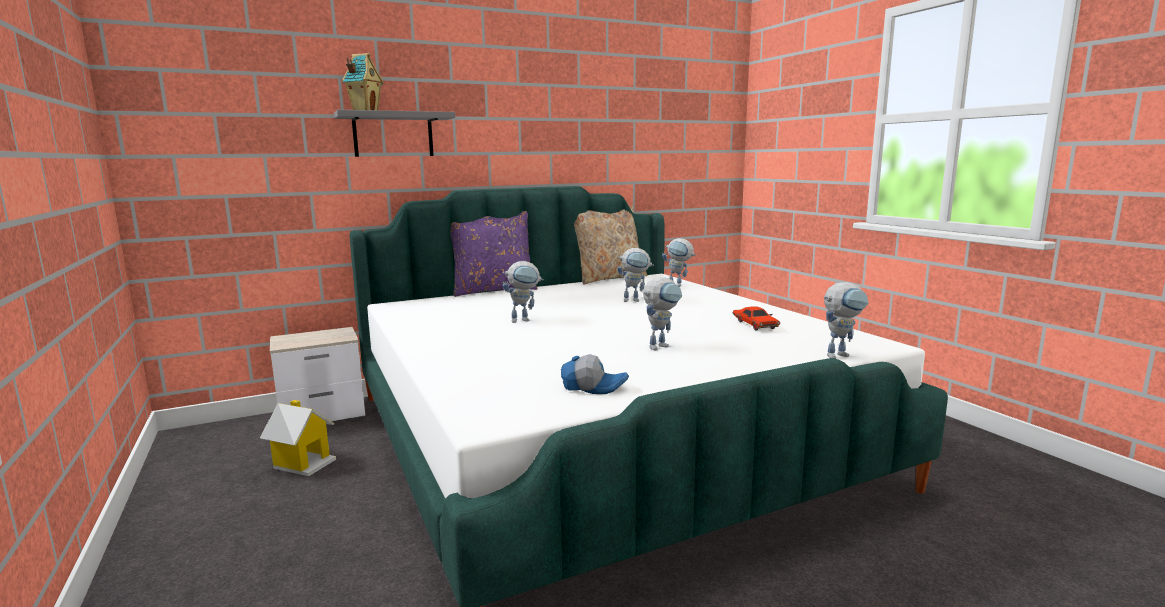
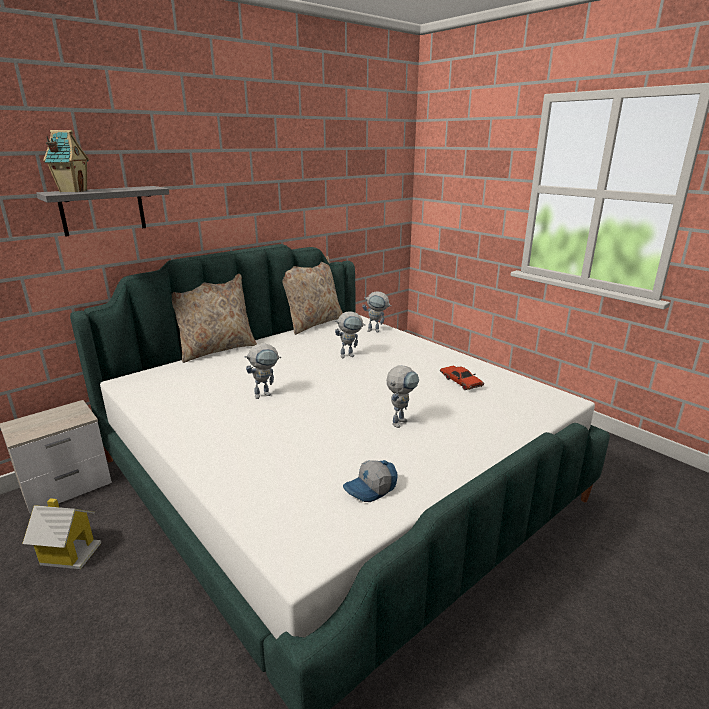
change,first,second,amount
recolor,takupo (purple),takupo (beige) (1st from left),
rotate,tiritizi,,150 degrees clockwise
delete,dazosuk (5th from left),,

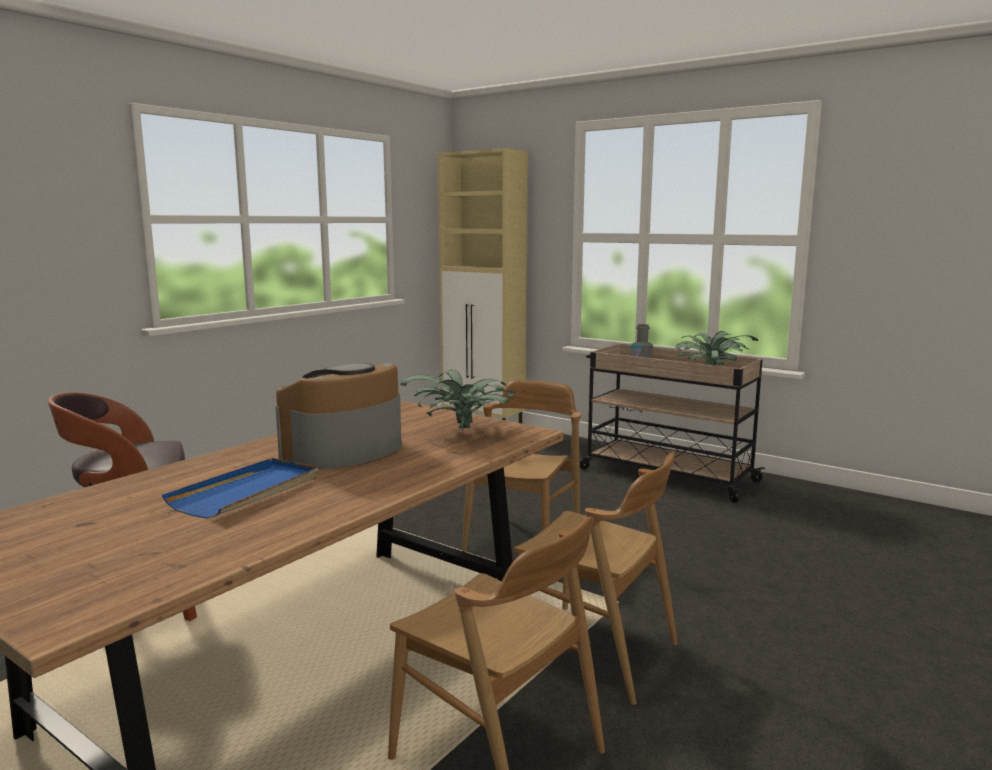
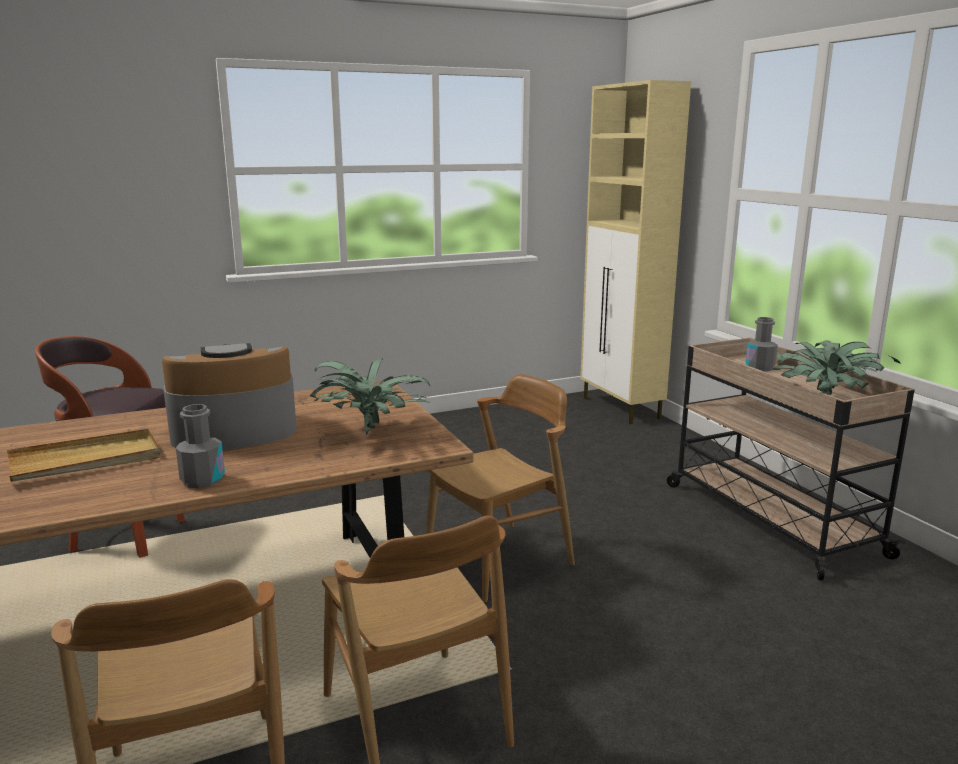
change,first,second,amount
recolor,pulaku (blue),pulaku (beige),
insert,,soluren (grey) (1st from left),

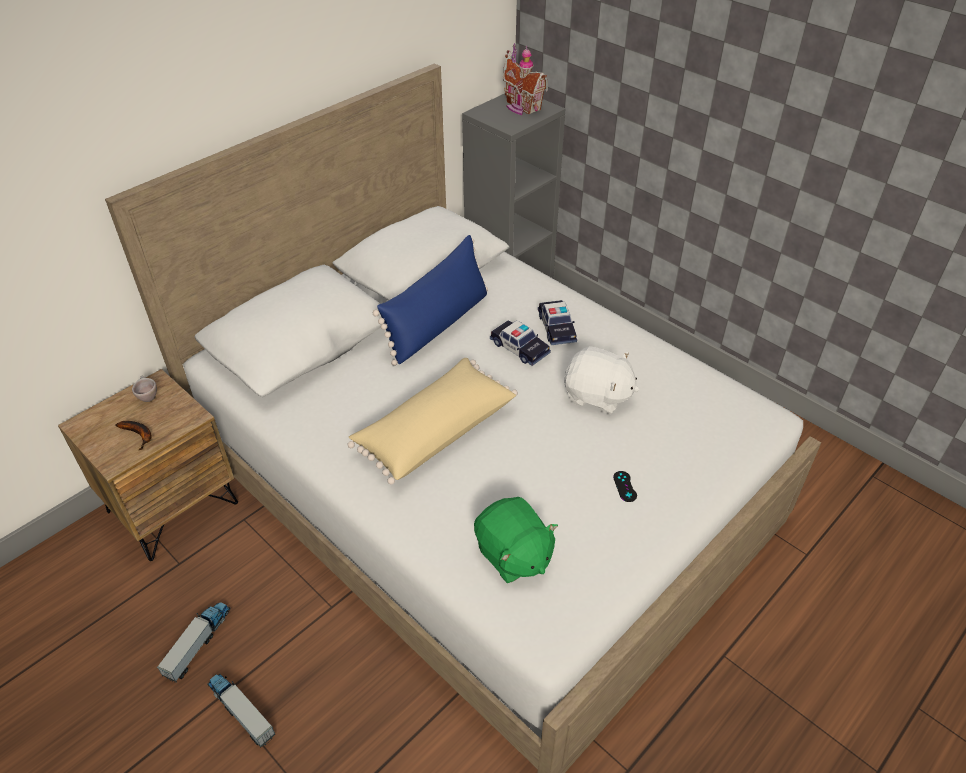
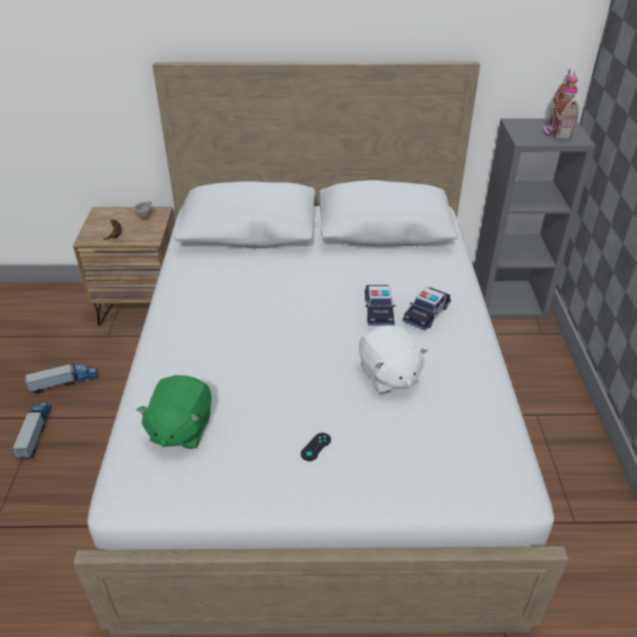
change,first,second,amount
delete,takupo (beige),,
delete,takupo (blue),,

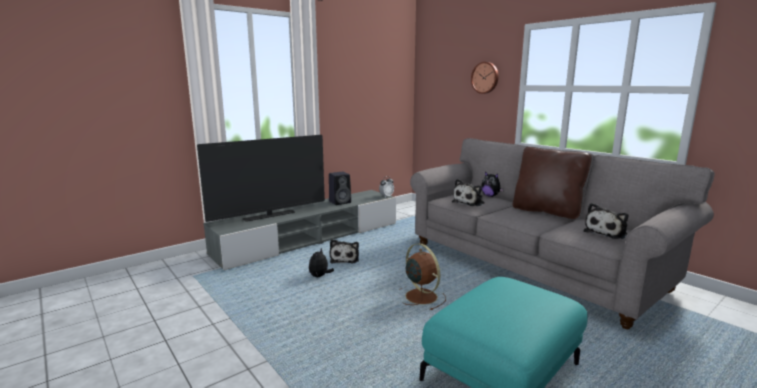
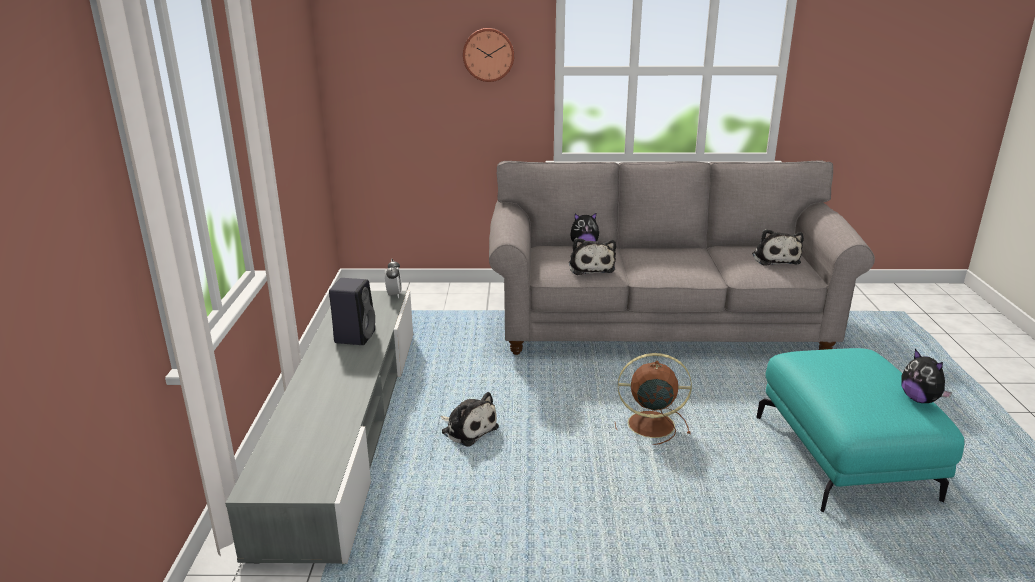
change,first,second,amount
move,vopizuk (1st from left in the first image),vopizuk (5th from left),
delete,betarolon,,
delete,takupo (brown),,

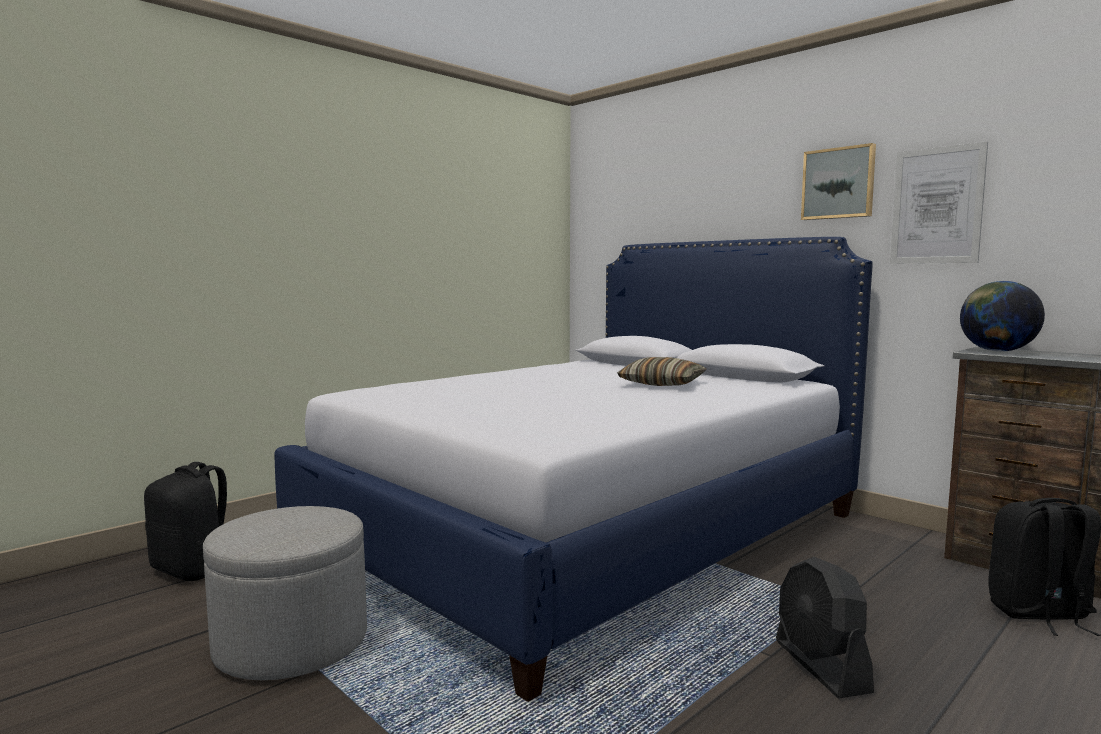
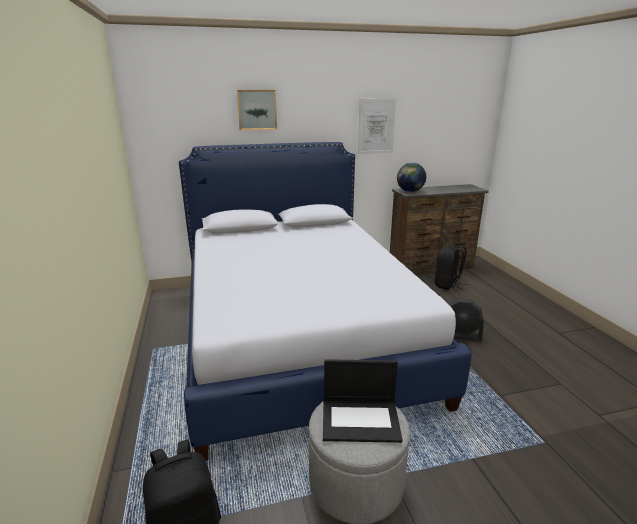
change,first,second,amount
move,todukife (1st from left),,
insert,,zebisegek,
delete,takupo,,

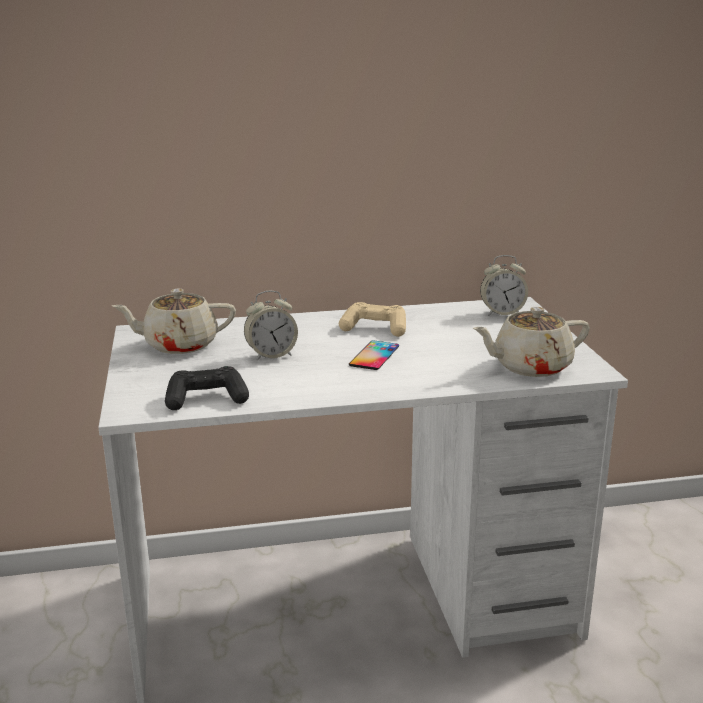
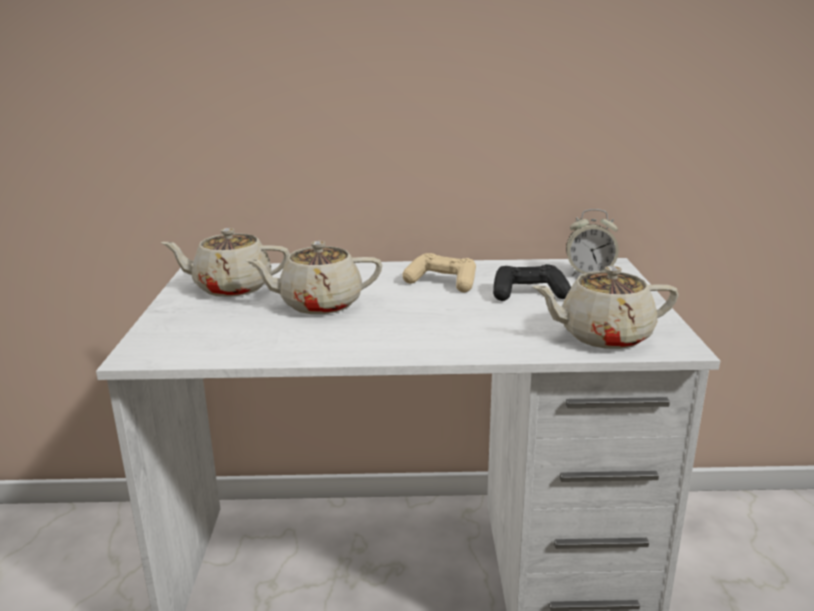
change,first,second,amount
replace,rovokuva (1st from left),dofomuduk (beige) (2nd from left),
move,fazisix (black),,
delete,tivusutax,,

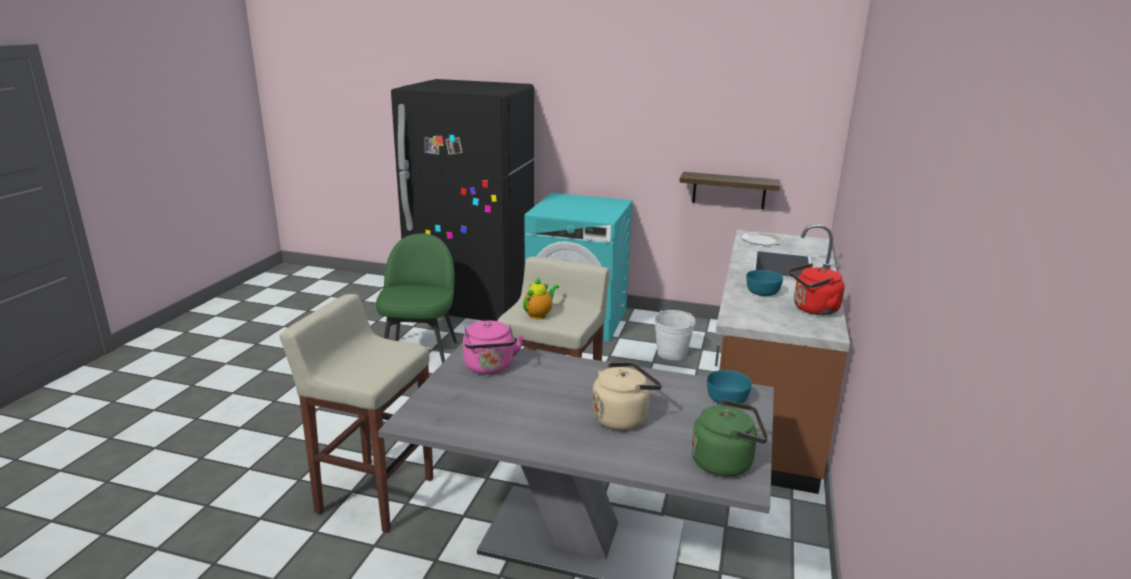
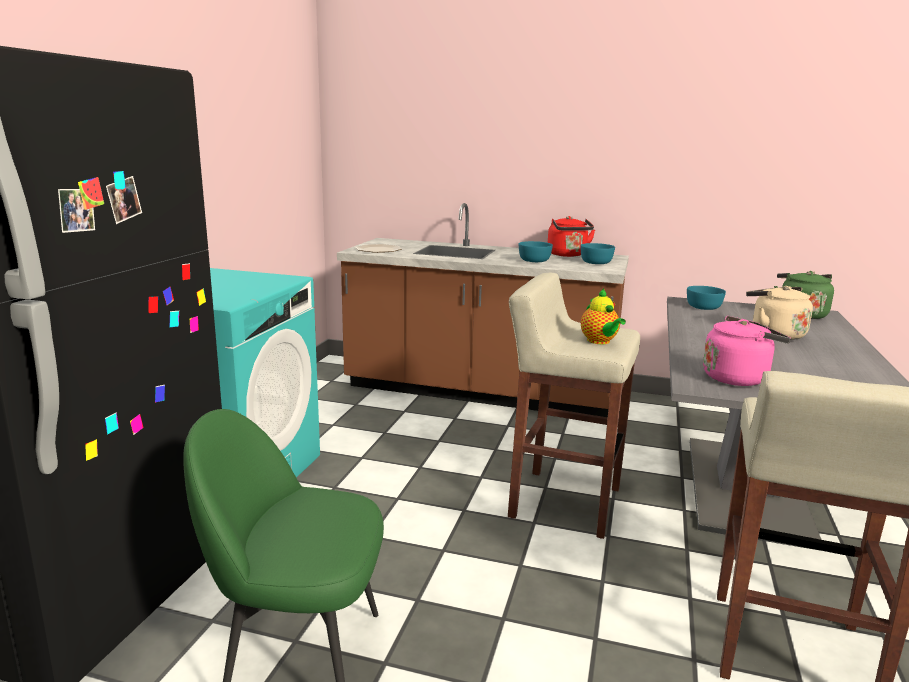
change,first,second,amount
insert,,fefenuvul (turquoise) (2nd from left),
rotate,dofomuduk,,150 degrees counterclockwise
delete,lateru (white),,
delete,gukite,,

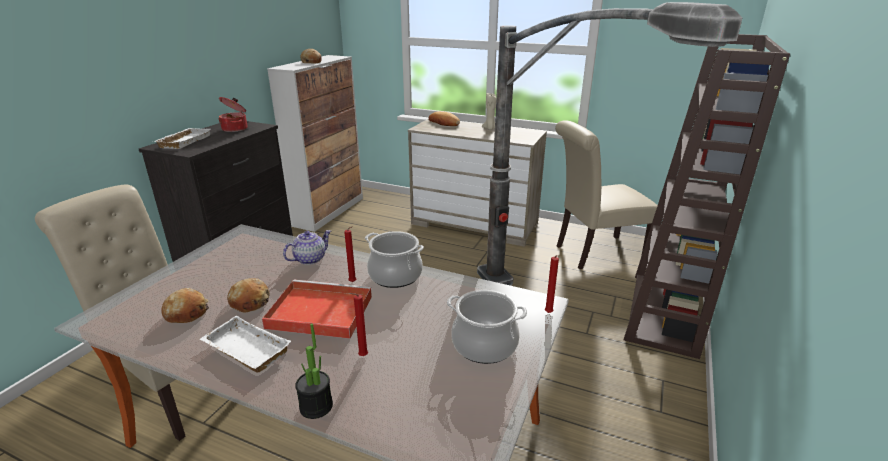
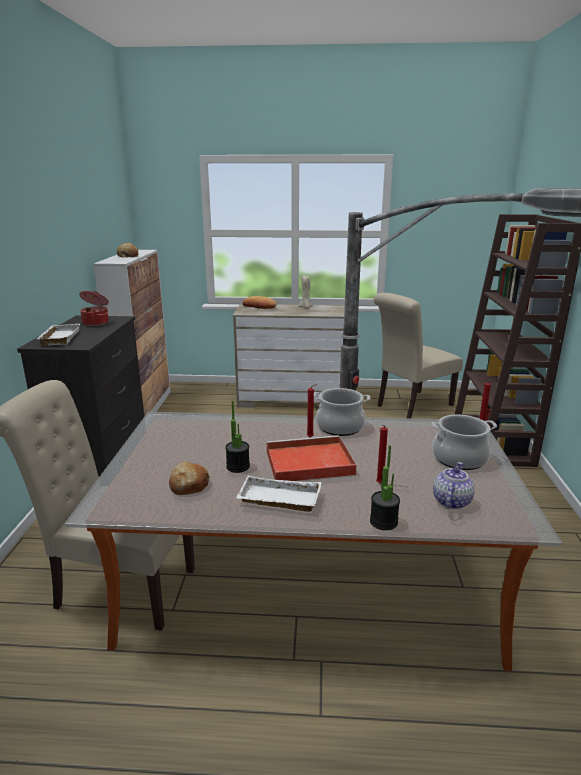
change,first,second,amount
replace,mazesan (2nd from left),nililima (1st from left),
move,dofomuduk,,

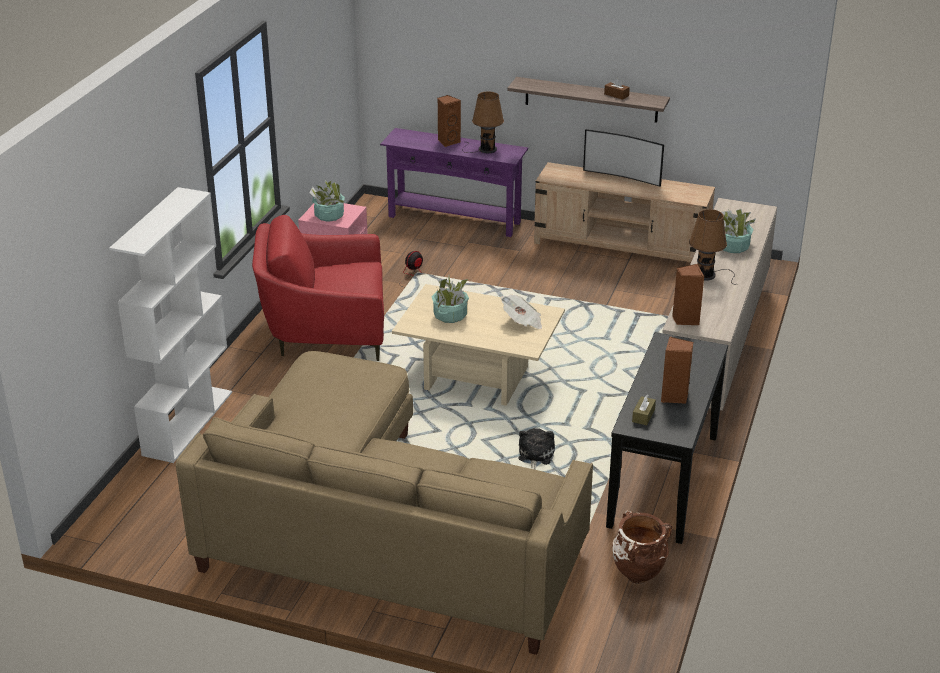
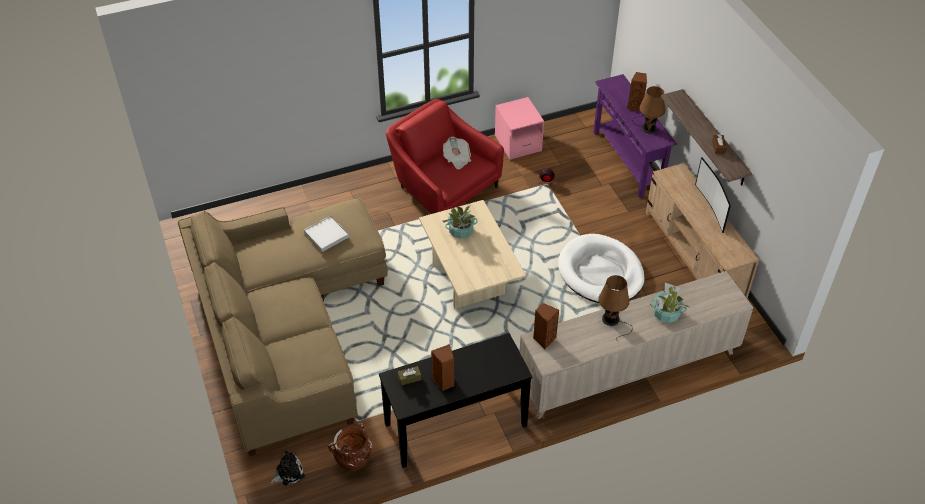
change,first,second,amount
move,vopizuk,,
insert,,pulaku (white),
move,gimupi,,
insert,,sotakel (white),
delete,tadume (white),,
delete,nililima (1st from left),,

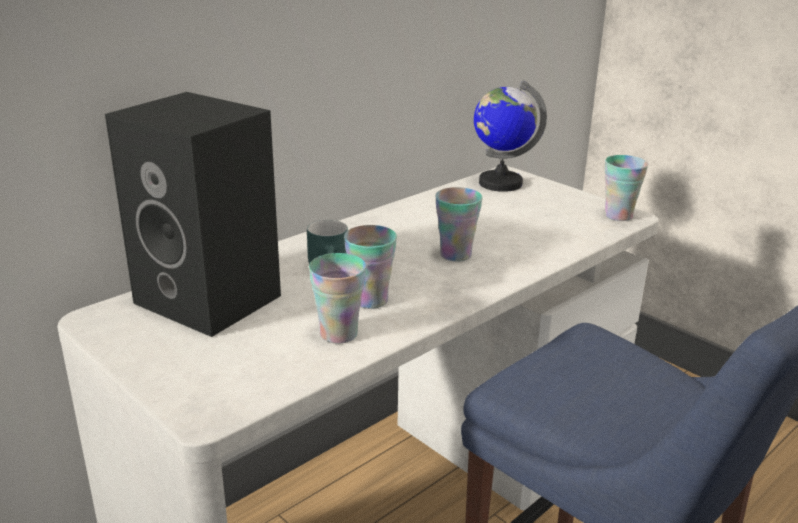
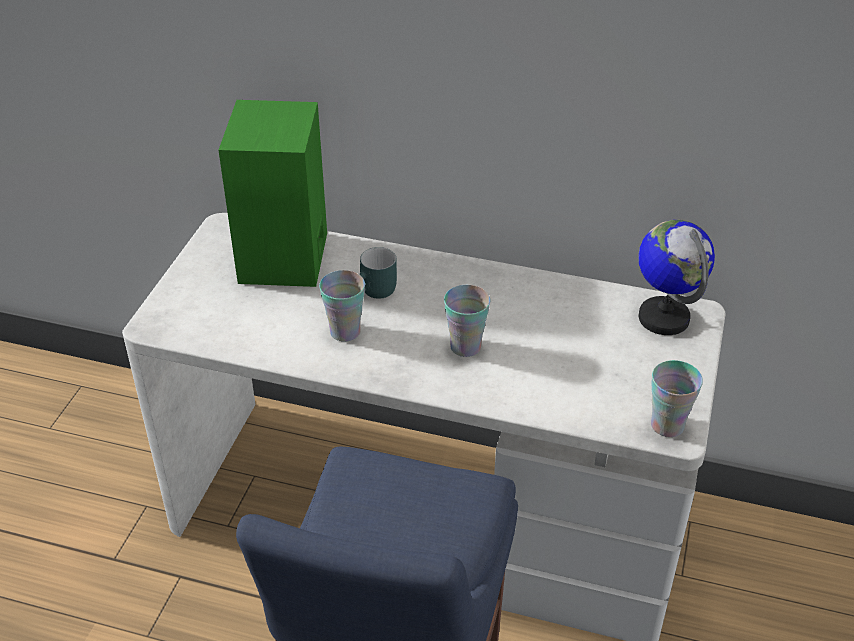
change,first,second,amount
recolor,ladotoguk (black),ladotoguk (green),
delete,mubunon (1st from left),,

